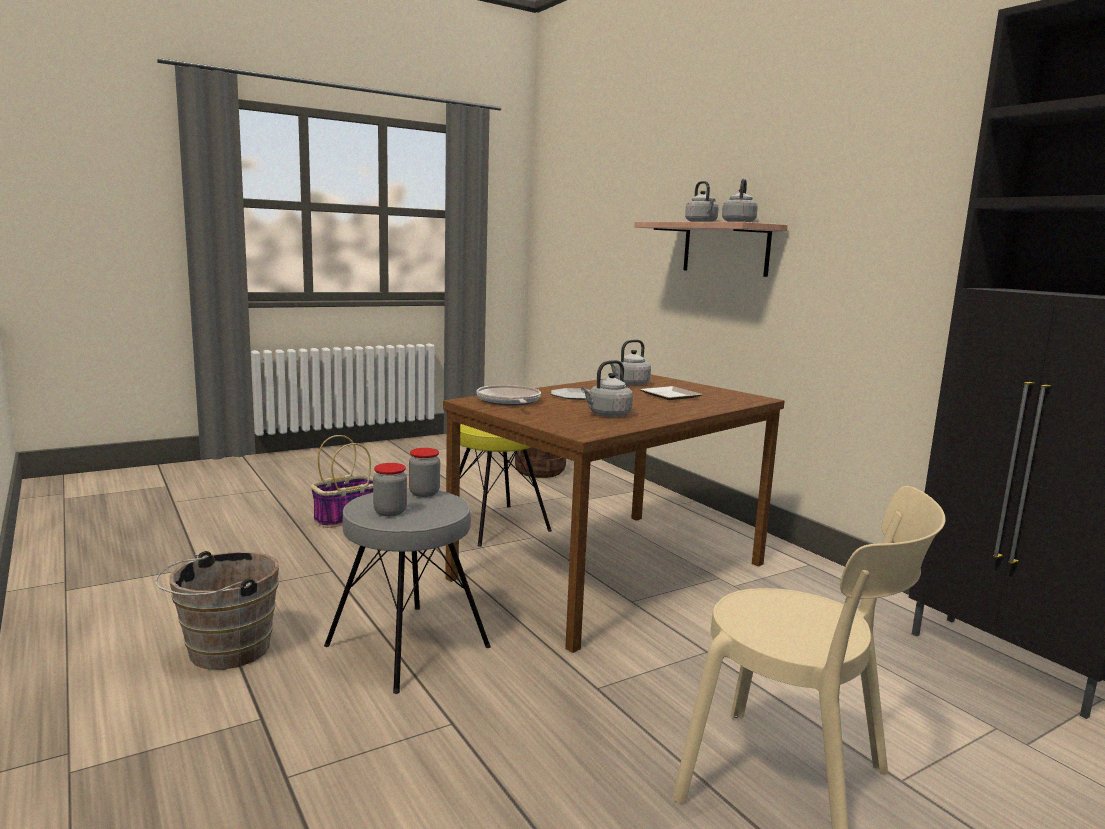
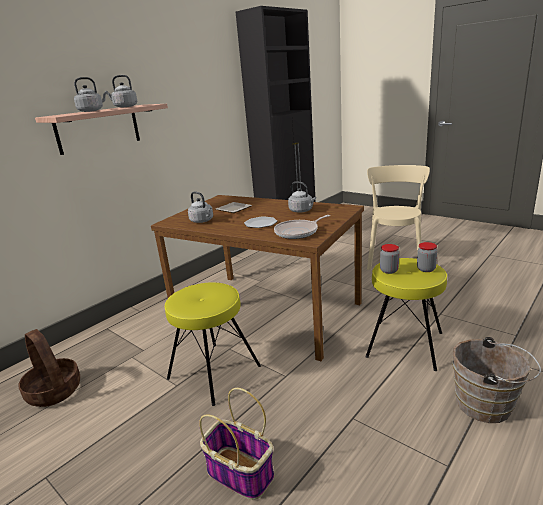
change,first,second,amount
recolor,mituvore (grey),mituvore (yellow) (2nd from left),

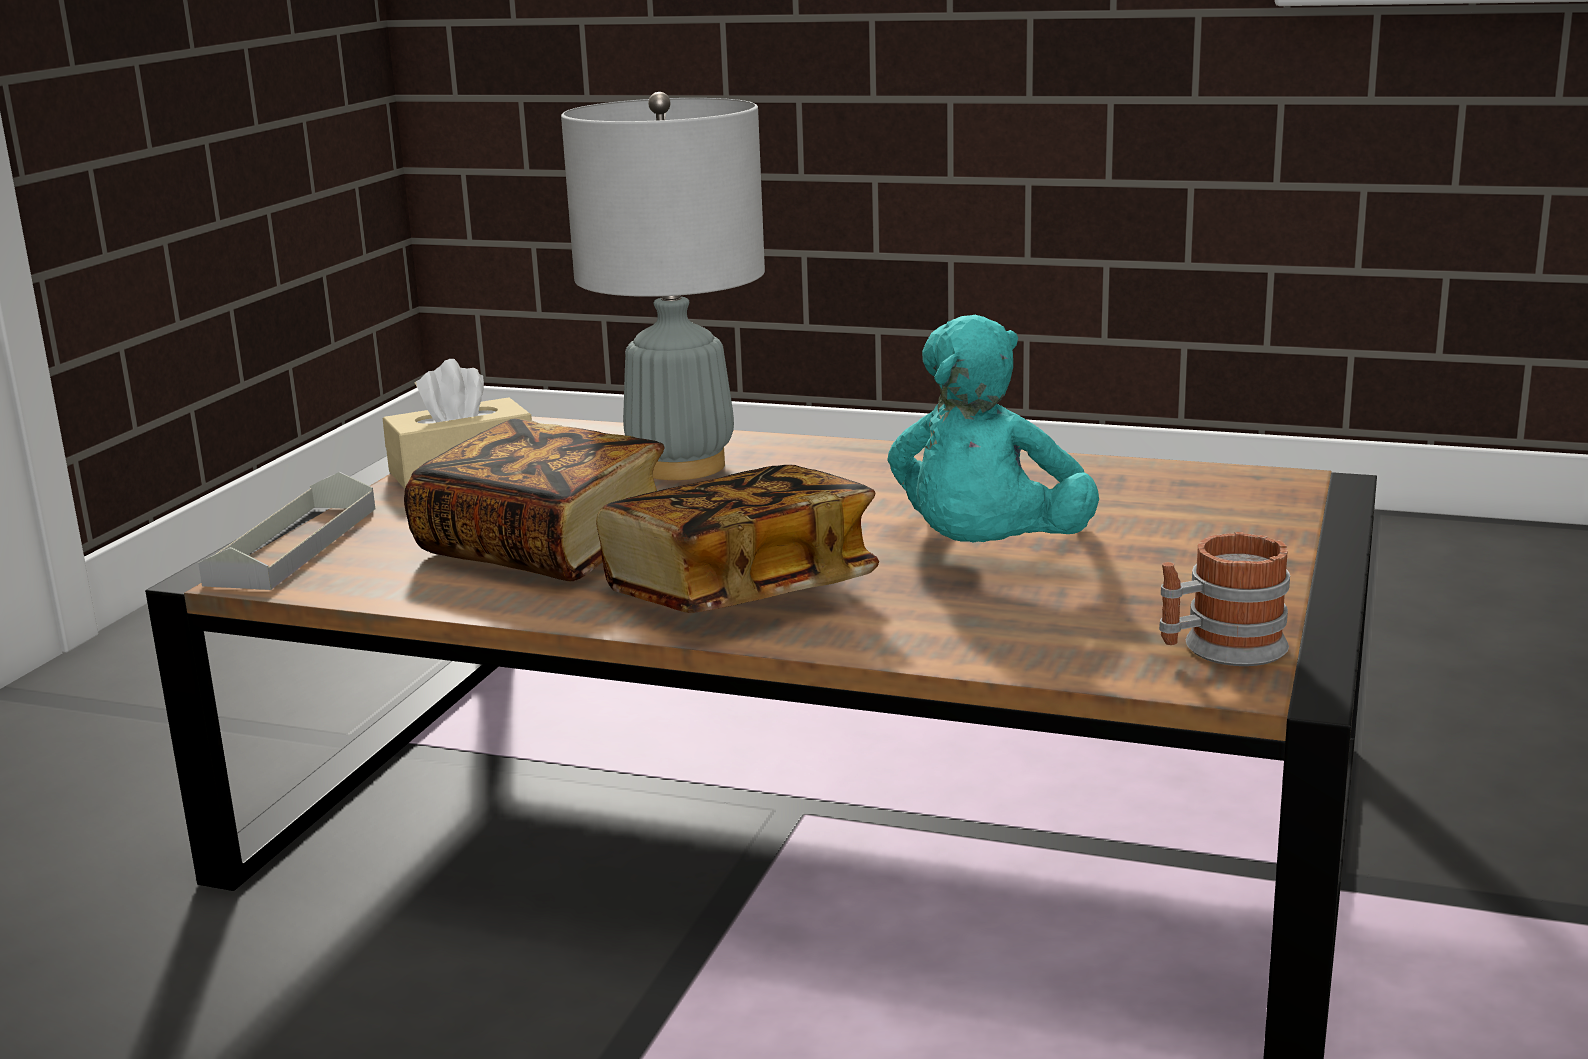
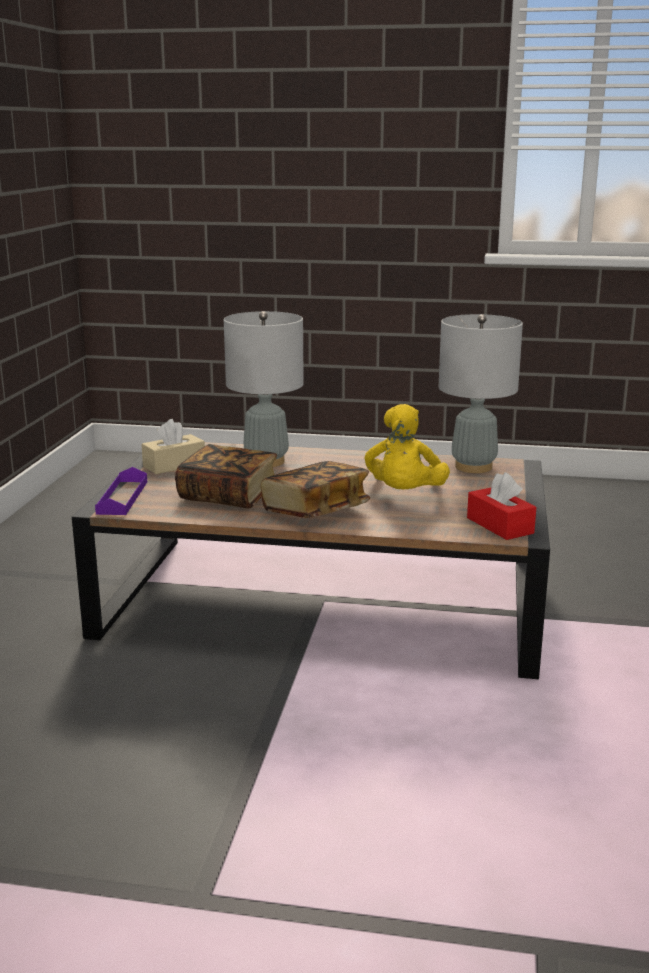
change,first,second,amount
recolor,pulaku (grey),pulaku (purple),
recolor,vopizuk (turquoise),vopizuk (yellow),
insert,,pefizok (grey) (2nd from left),
replace,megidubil,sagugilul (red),

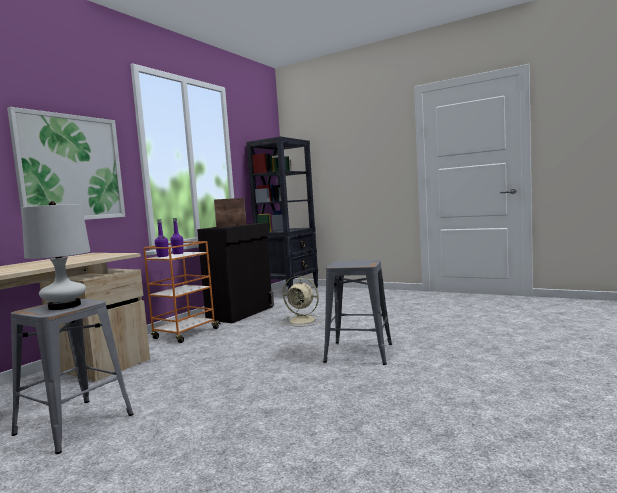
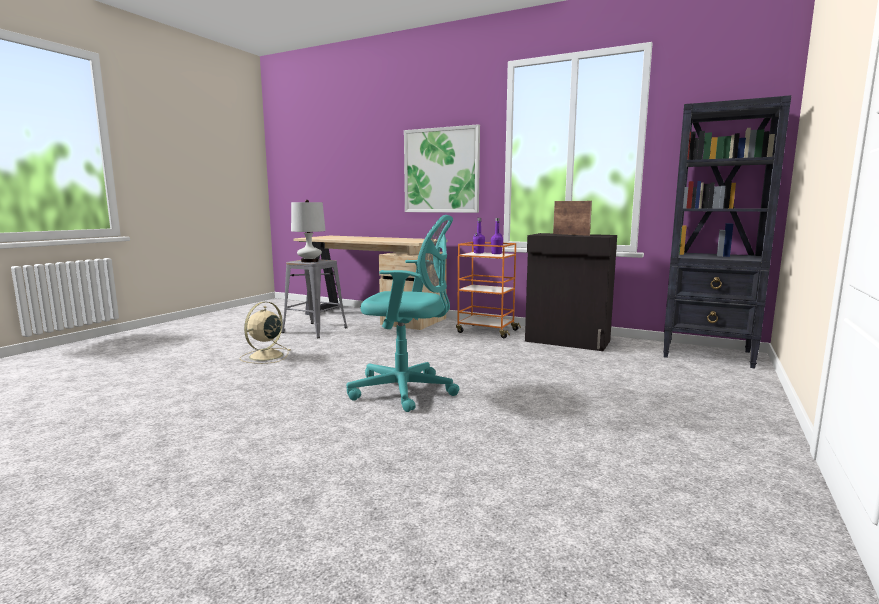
change,first,second,amount
move,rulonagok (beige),,
replace,mituvore (grey) (2nd from left),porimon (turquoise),

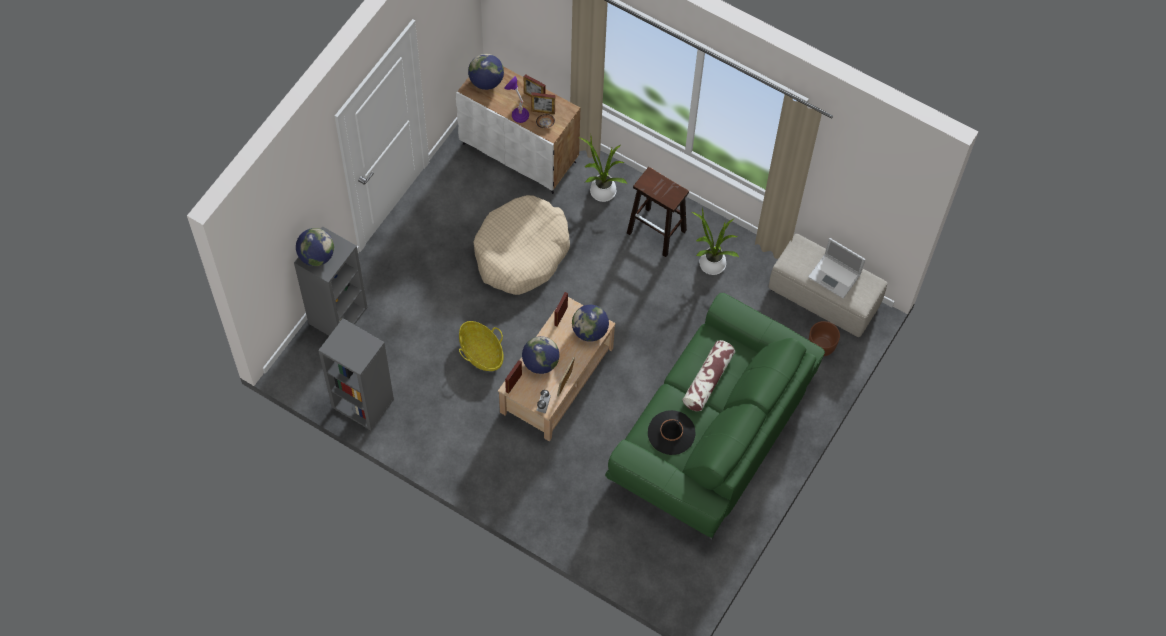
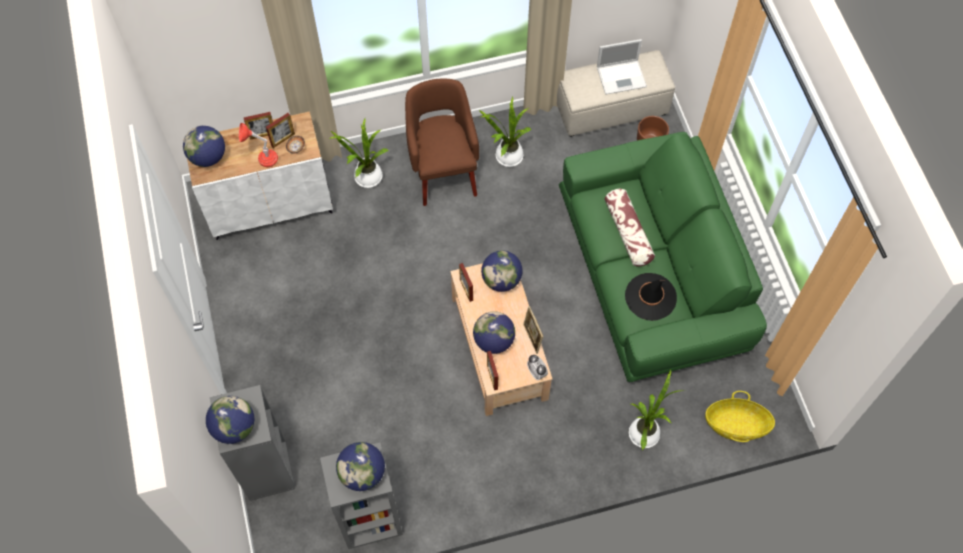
change,first,second,amount
recolor,pefizok (purple),pefizok (red),
insert,,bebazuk (3rd from left),
replace,mituvore (brown),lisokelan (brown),
insert,,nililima (3rd from left),
move,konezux,,
delete,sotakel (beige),,

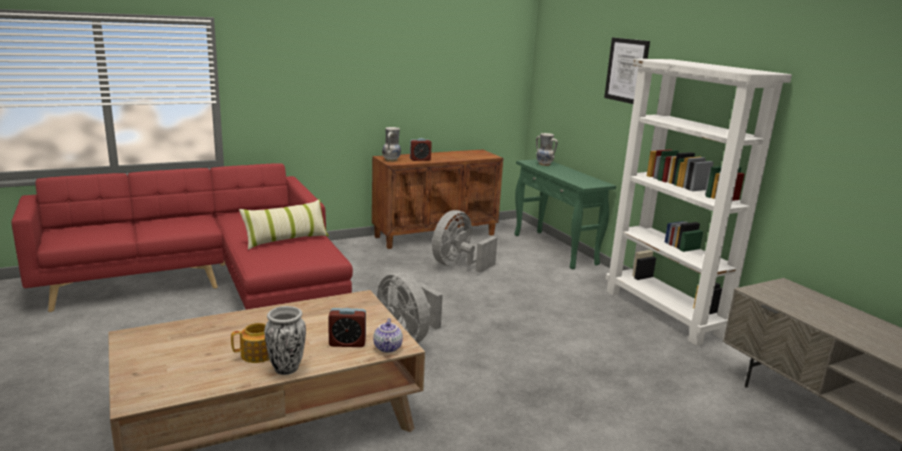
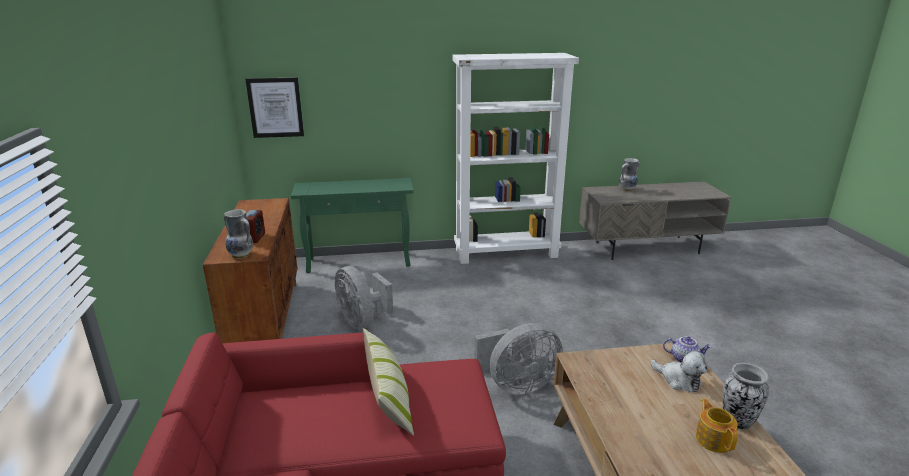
change,first,second,amount
move,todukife,,
move,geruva (3rd from left in the first image),geruva (2nd from left),
replace,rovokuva (1st from left),vopizuk,

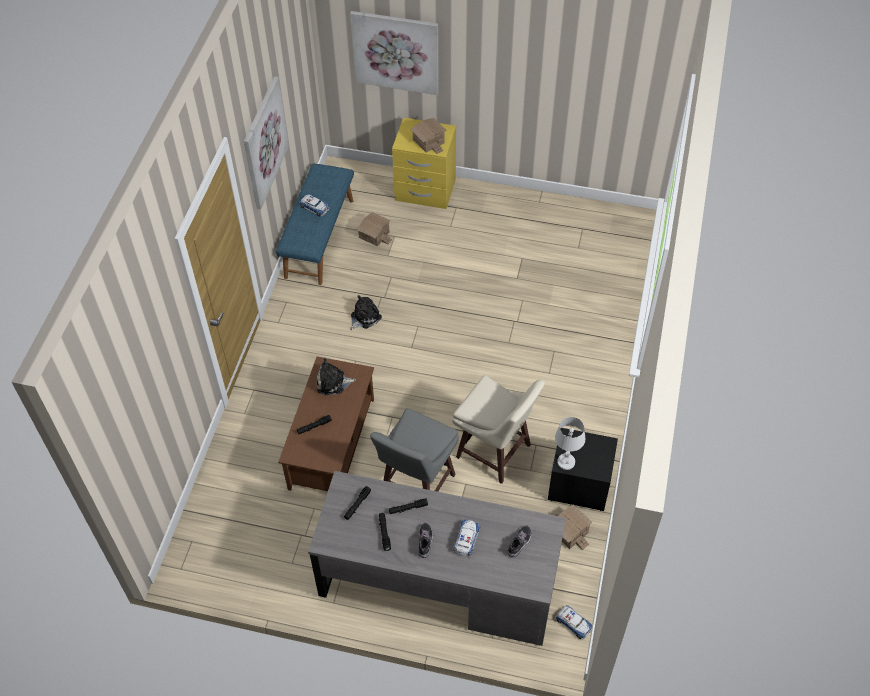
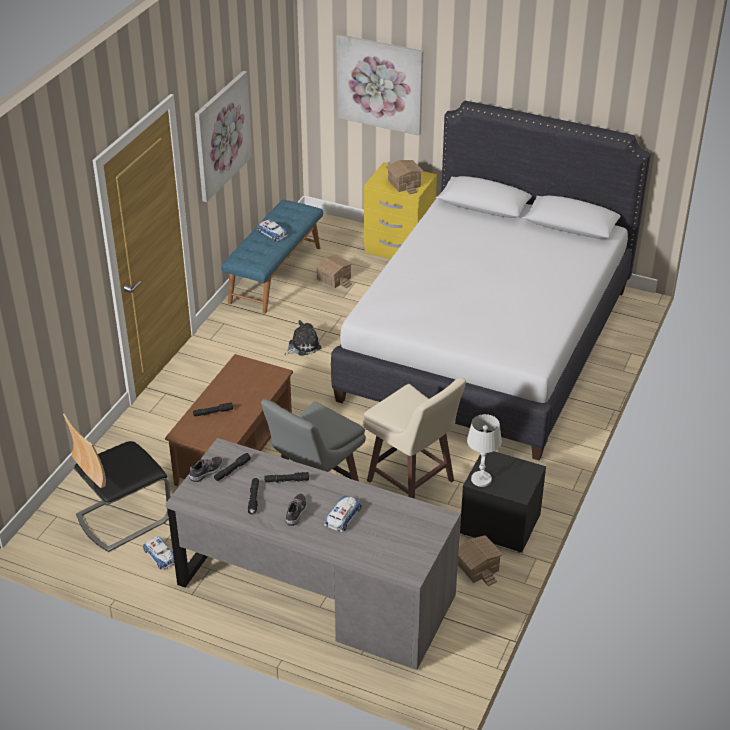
change,first,second,amount
insert,,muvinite,
move,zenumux (3rd from left in the first image),zenumux (1st from left),
move,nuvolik (2nd from left in the first image),nuvolik (1st from left),
insert,,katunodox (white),
delete,vopizuk (1st from left),,

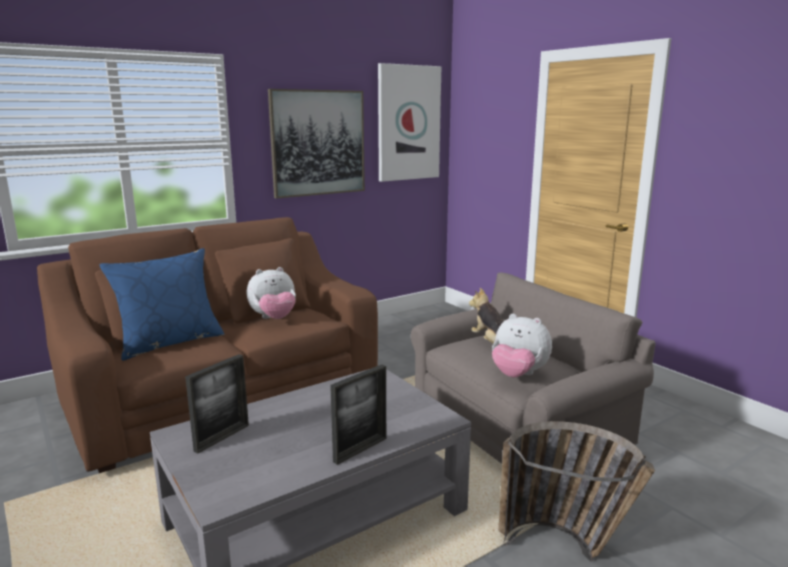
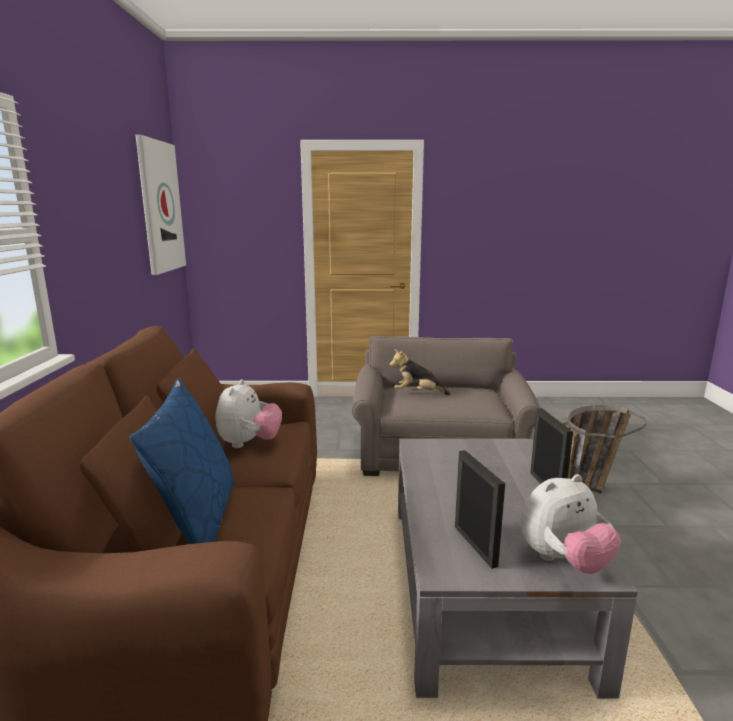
change,first,second,amount
move,vopizuk (3rd from left),,
delete,todukife (1st from left),,

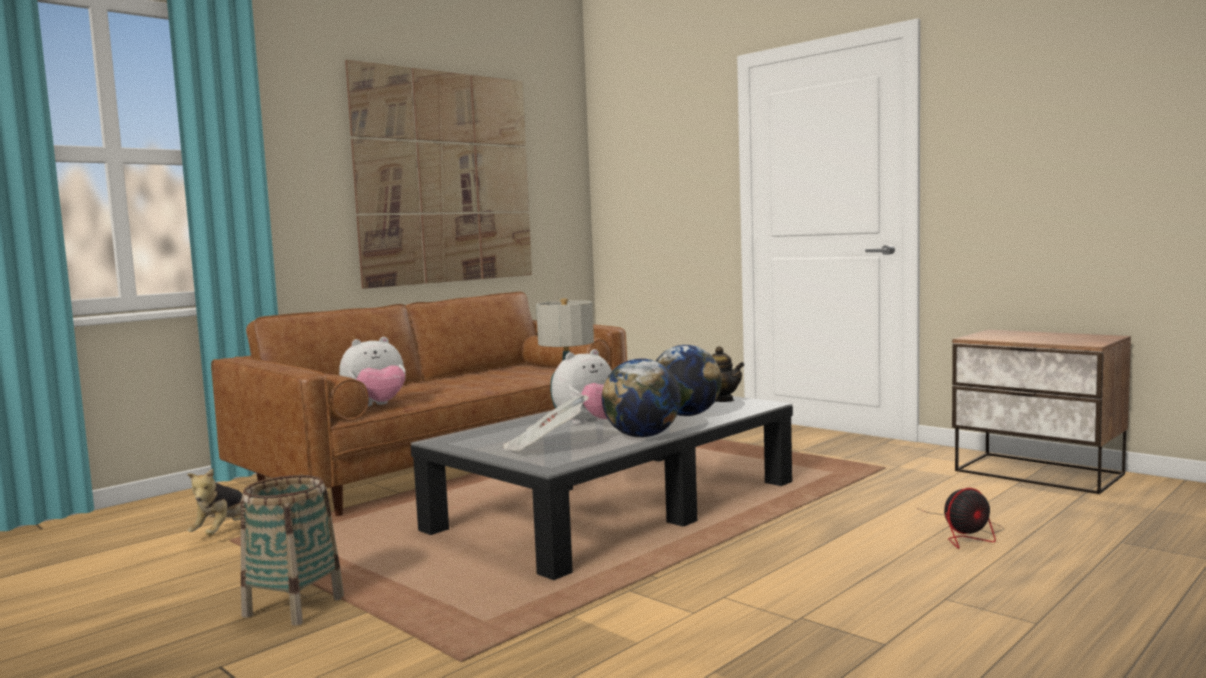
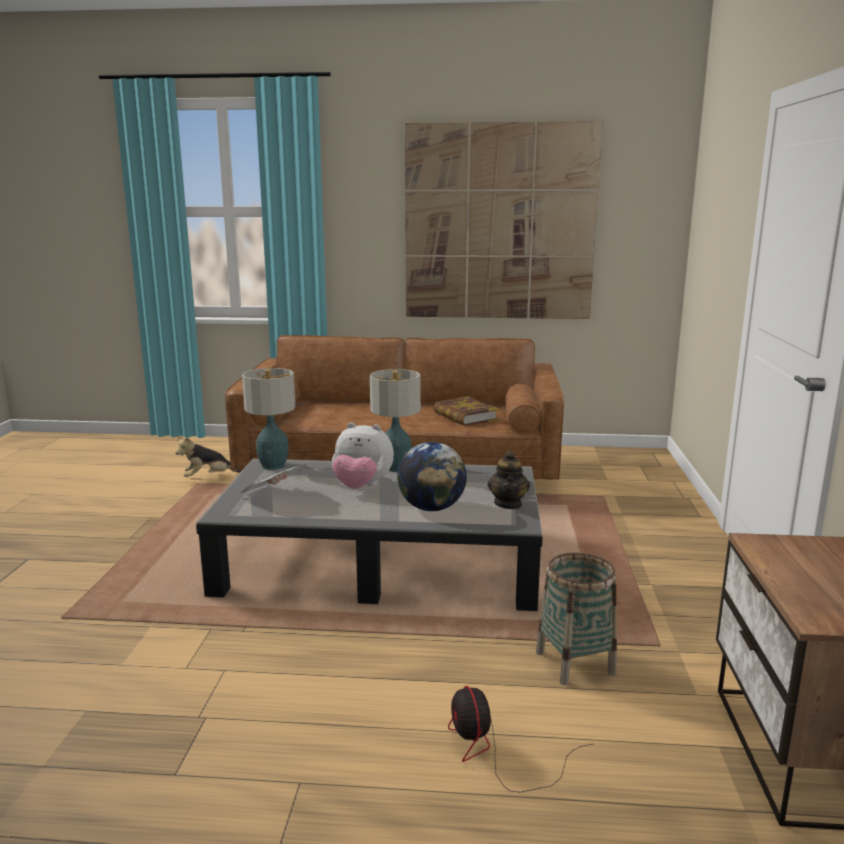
change,first,second,amount
insert,,pefizok (1st from left),
insert,,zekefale,
rotate,rulonagok,,45 degrees clockwise
move,konezux,,
delete,vopizuk (2nd from left),,
delete,bebazuk (1st from left),,

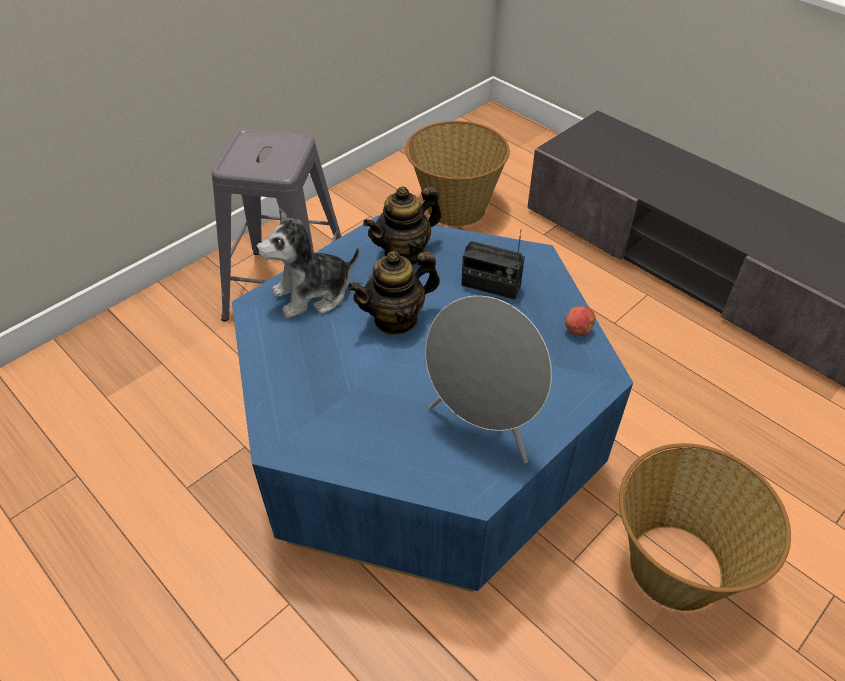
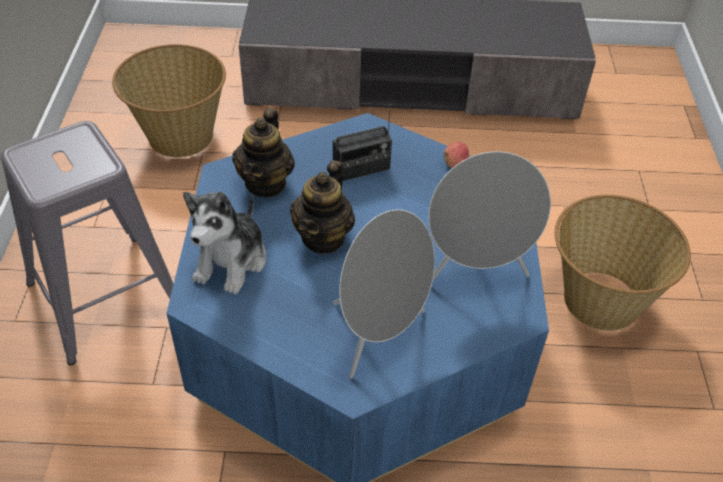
change,first,second,amount
insert,,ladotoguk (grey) (1st from left),

